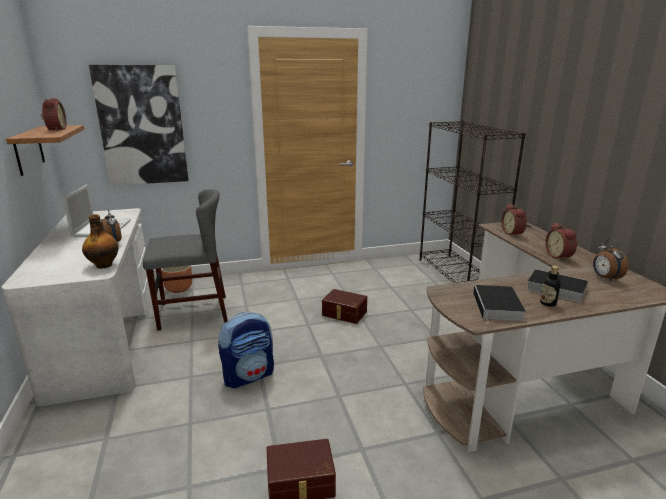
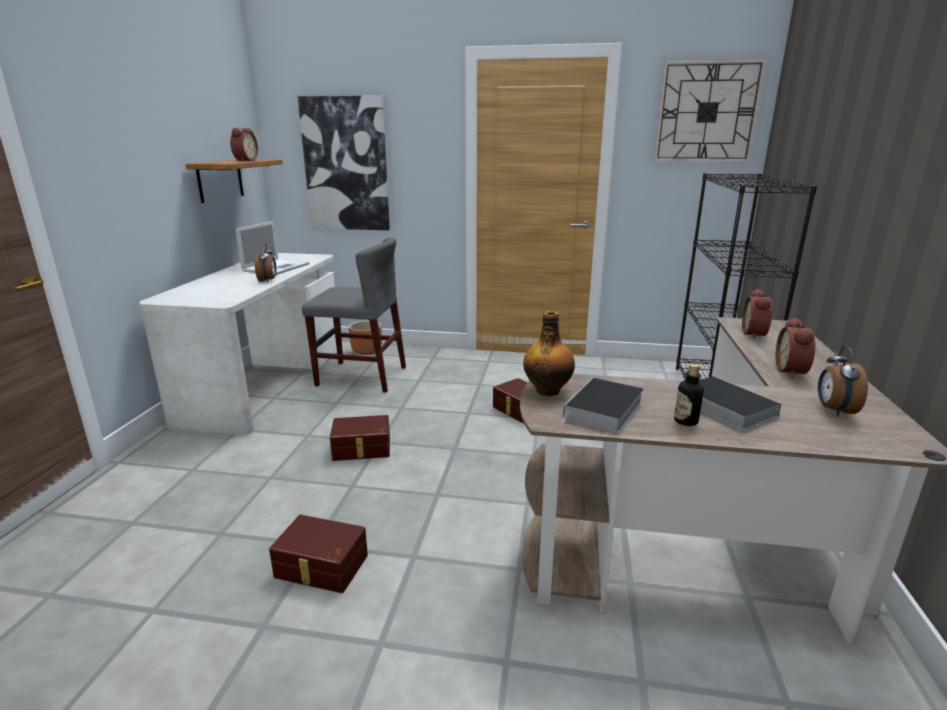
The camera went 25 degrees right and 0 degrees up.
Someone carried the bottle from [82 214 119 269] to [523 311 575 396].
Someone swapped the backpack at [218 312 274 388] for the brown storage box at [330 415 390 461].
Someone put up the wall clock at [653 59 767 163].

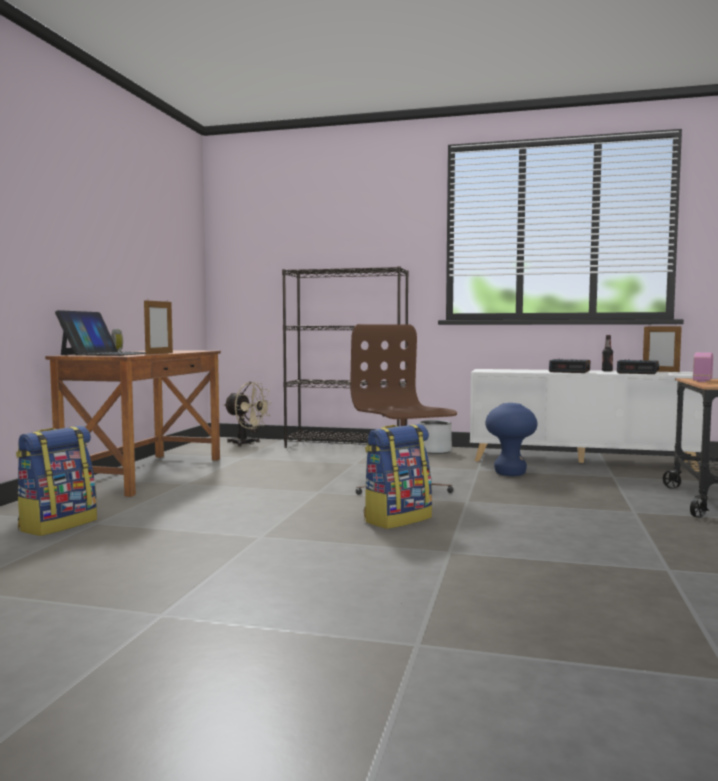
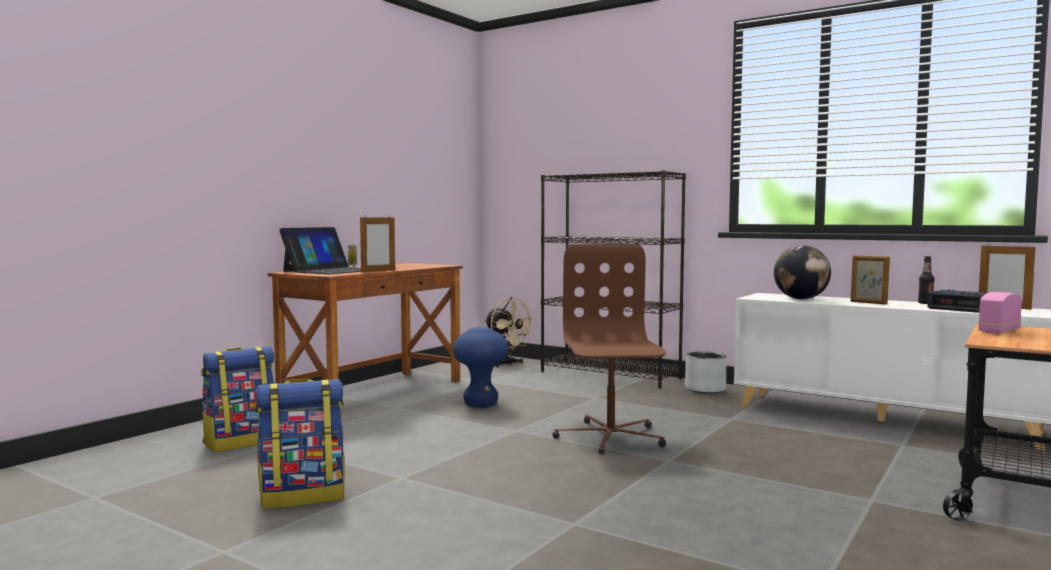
The camera went 20 degrees right and 0 degrees up.
Someone swapped the alarm clock at [549 359 590 373] for the picture frame at [850 255 890 304].
Someone carried the blue stool from [485 403 538 476] to [453 327 509 408].
Someone carried the backpack from [364 424 432 529] to [255 379 345 509].
Someone put down the globe at [774 245 831 299].

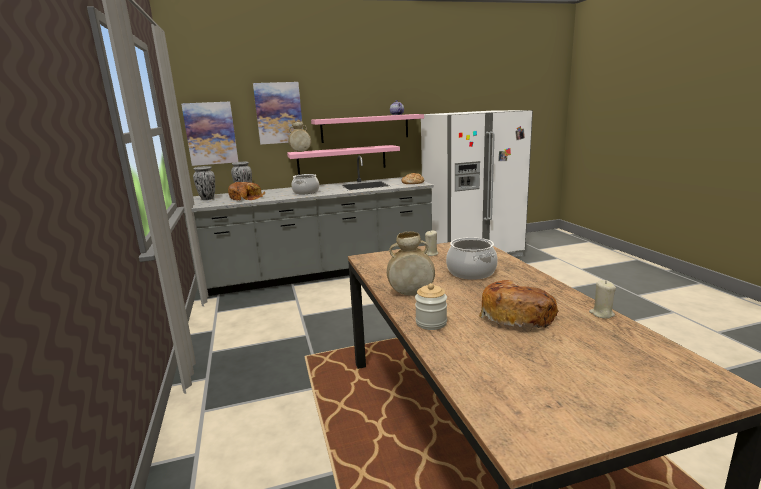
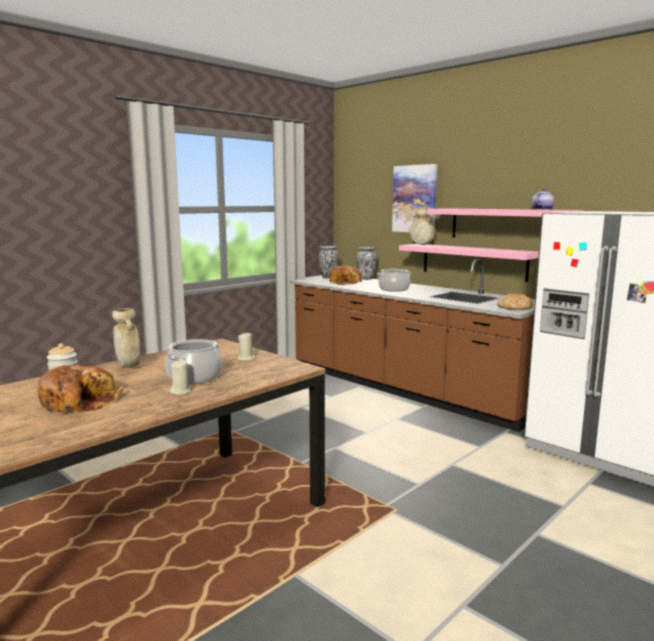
The camera went 60 degrees right and 5 degrees down.
Someone took away the picture at [181 101 238 166].
Someone repainted the grey counter at [184 156 434 296], which became the brown counter at [289 259 535 432].
Someone carried the beige candle from [589 280 616 318] to [170 360 191 395].

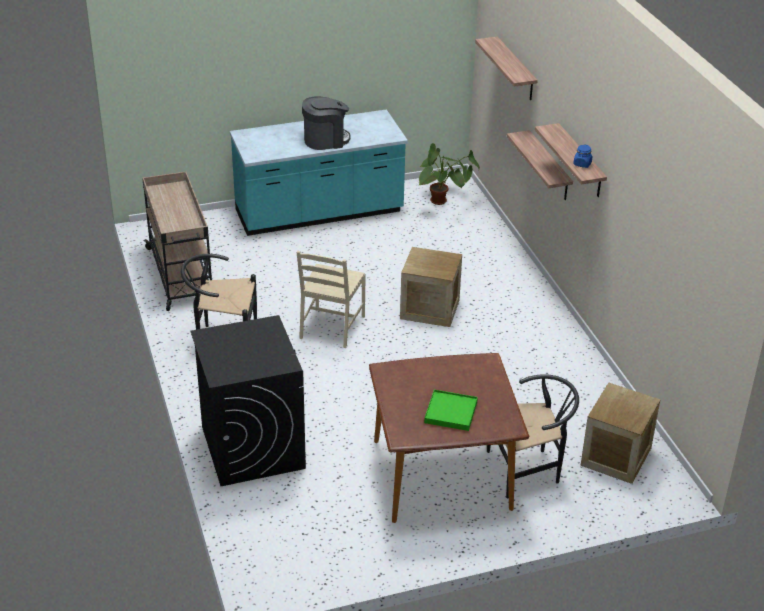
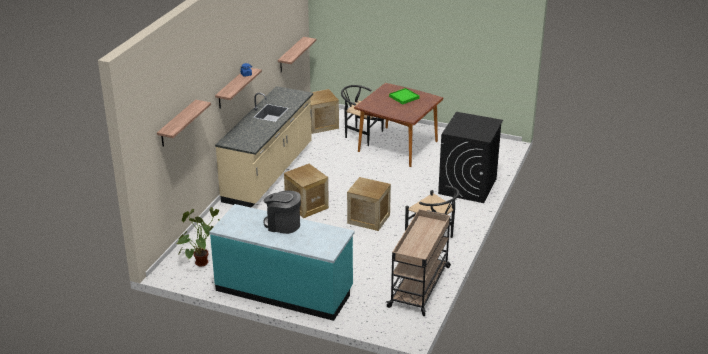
The camera went 140 degrees left and 5 degrees down.
Someone carried the shelf from [507 130 573 200] to [278 37 316 72].
Someone swapped the beige chair at [296 251 366 348] for the crate at [347 177 391 231].
Someone put down the beige counter at [215 86 313 208].

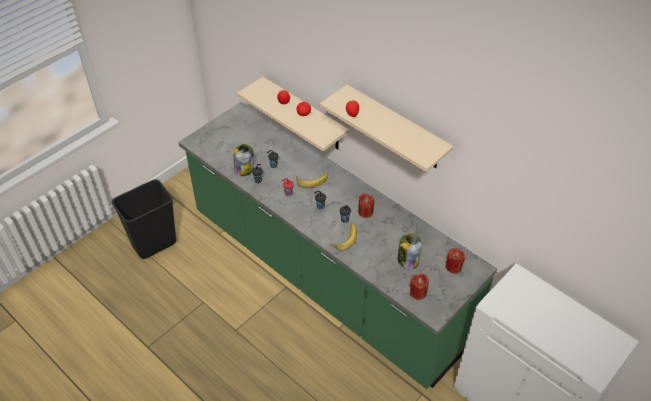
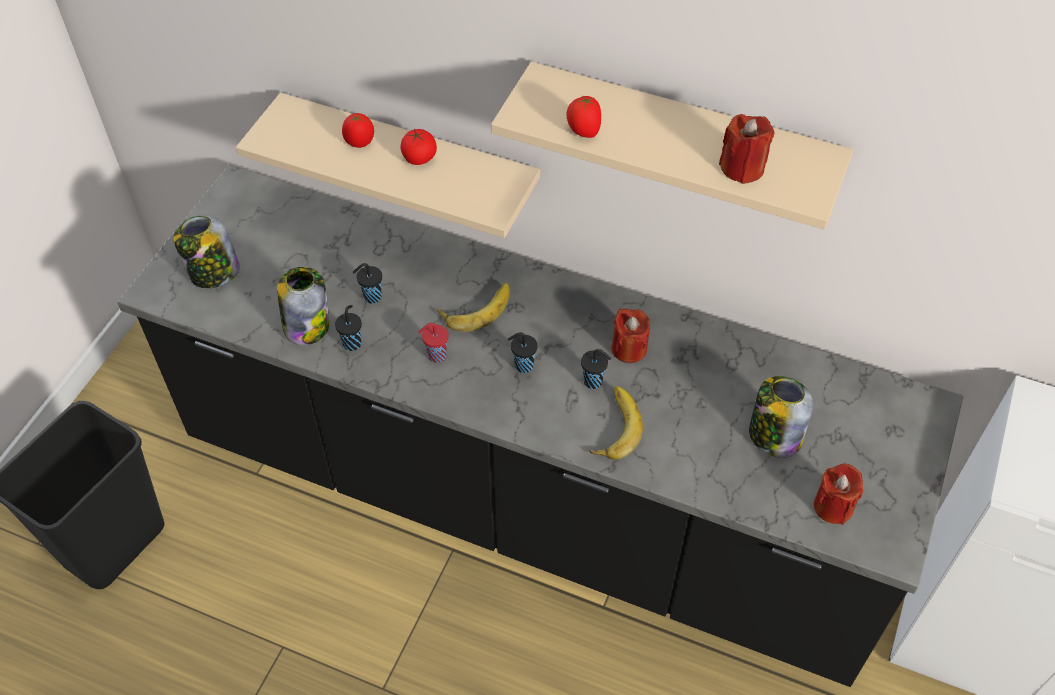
The camera went 20 degrees left and 5 degrees up.
Someone repainted the green counter at [178 102 497 389], which became the black counter at [117 165 963 687].
Someone carried the red candle from [446 248 465 273] to [719 114 775 184].
Someone put down the jar at [173 216 240 288].

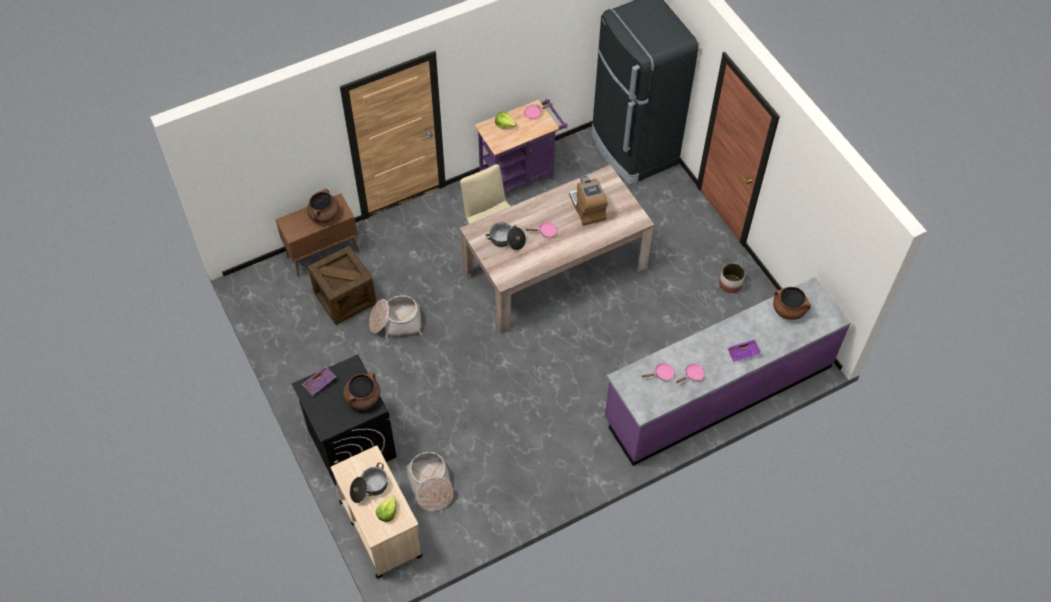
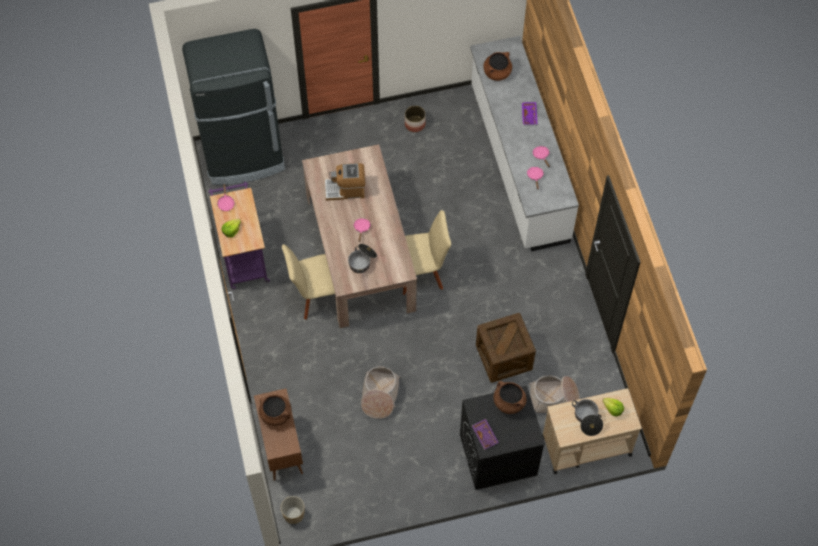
The camera went 75 degrees left and 5 degrees up.
Someone carried the crate from [308 246 377 325] to [476 313 536 383].
Someone repainted the purple counter at [605 277 851 466], which became the white counter at [470 36 579 251].
Someone put down the beige chair at [403 210 451 295].
Someone put down the planter at [281 496 305 524].

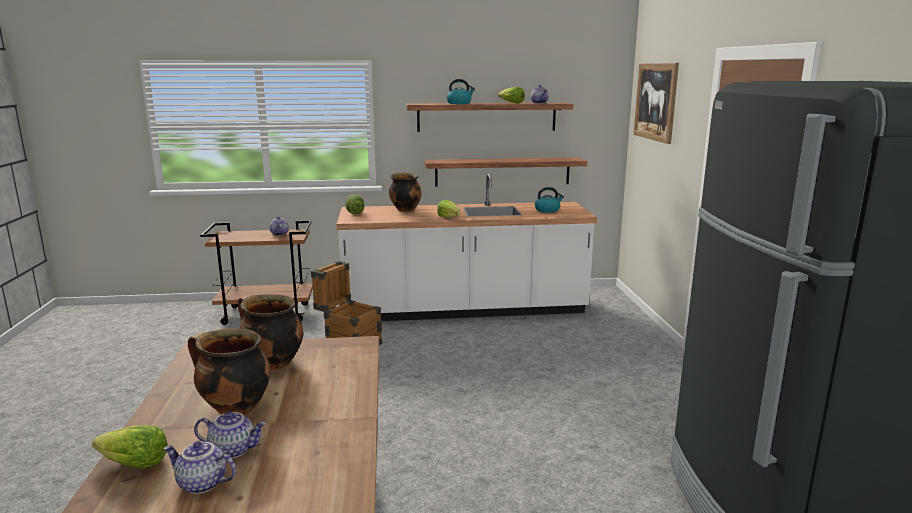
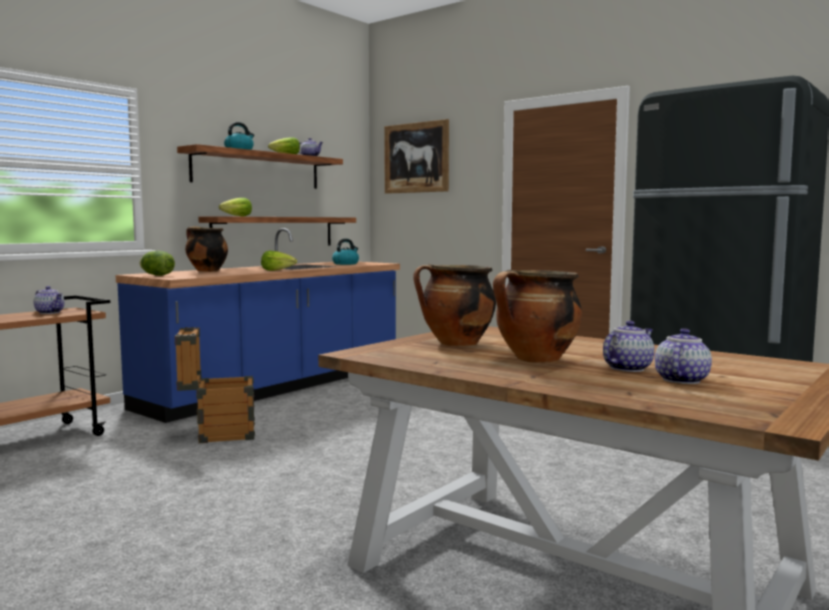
The camera went 45 degrees left and 10 degrees down.
Someone repainted the white counter at [337 174 597 321], which became the blue counter at [116 228 400 423].
Someone carried the lettuce from [92 425 168 469] to [219 198 252 216].
Someone rotated the teapot at [163 441 236 494] by 150 degrees clockwise.

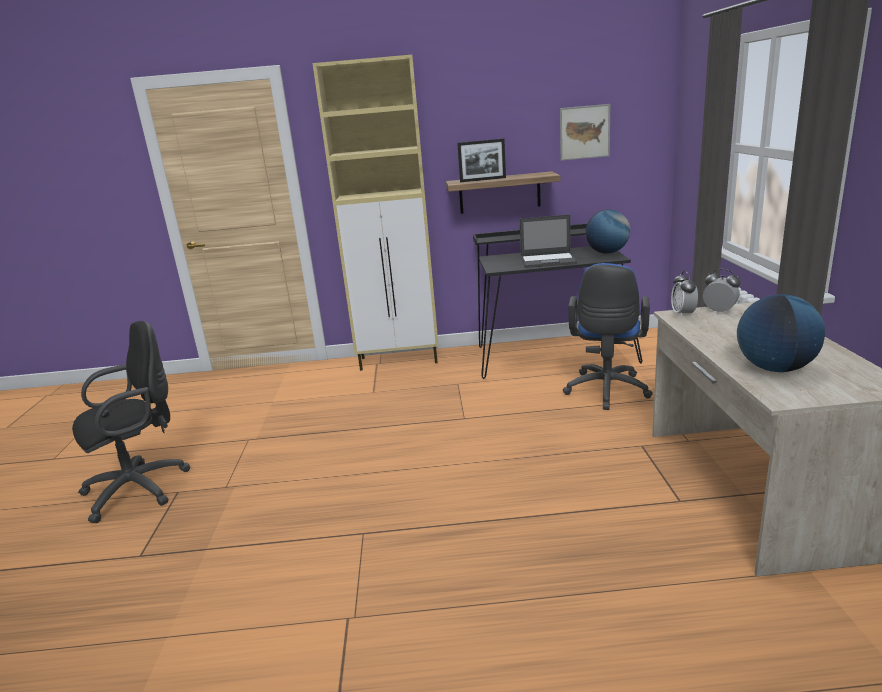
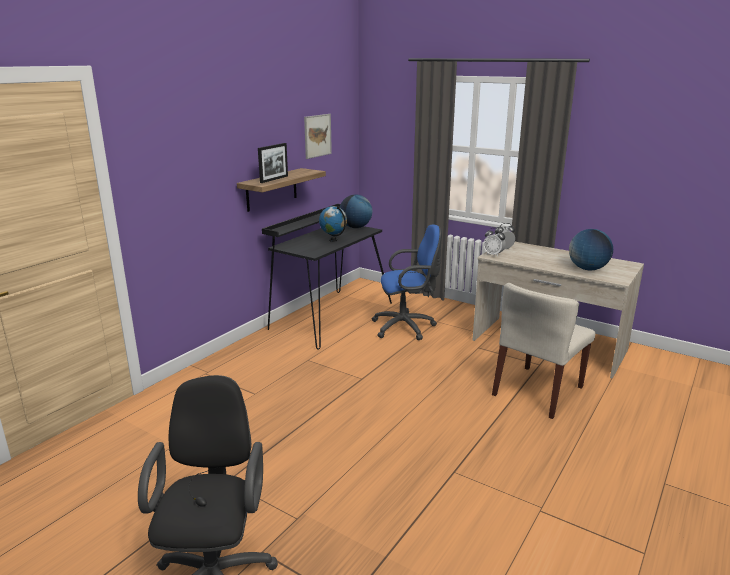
The camera went 55 degrees left and 0 degrees up.
Someone took away the beige cabinet at [312 55 439 371].
Someone swapped the laptop at [520 215 578 268] for the globe at [319 206 347 242].
Someone rotated the blue office chair at [563 263 653 410] by 60 degrees counterclockwise.
Someone put down the beige chair at [492 283 595 419].

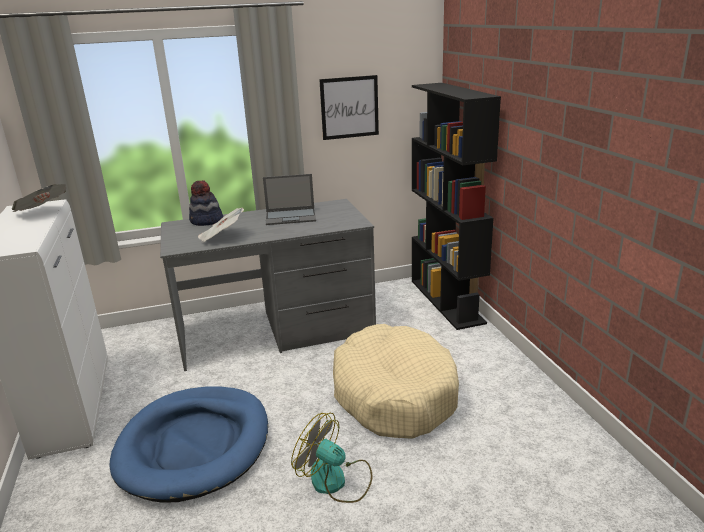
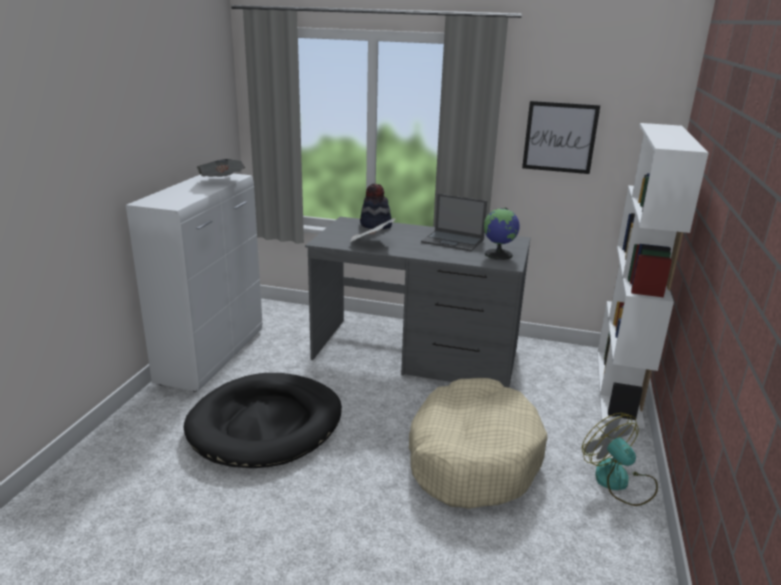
The camera went 30 degrees right and 0 degrees up.
Someone repainted the black bookcase at [412 83 501 330], which became the white bookcase at [597 123 709 429].
Someone repainted the blue dog bed at [110 386 268 503], which became the black dog bed at [184 373 342 468].
Someone carried the fan from [291 413 372 503] to [582 413 658 506].
Someone put down the globe at [484 207 520 260].

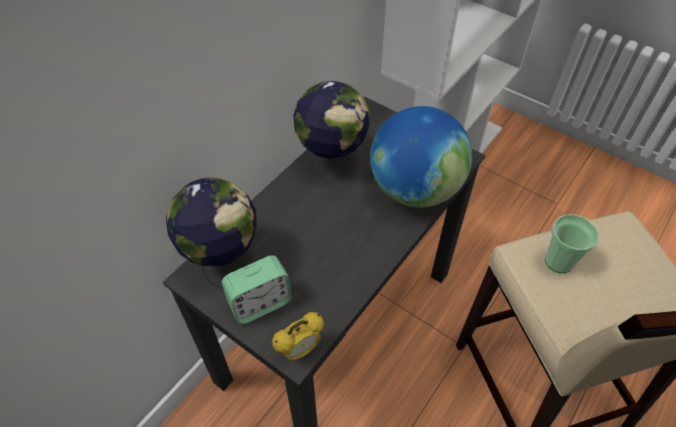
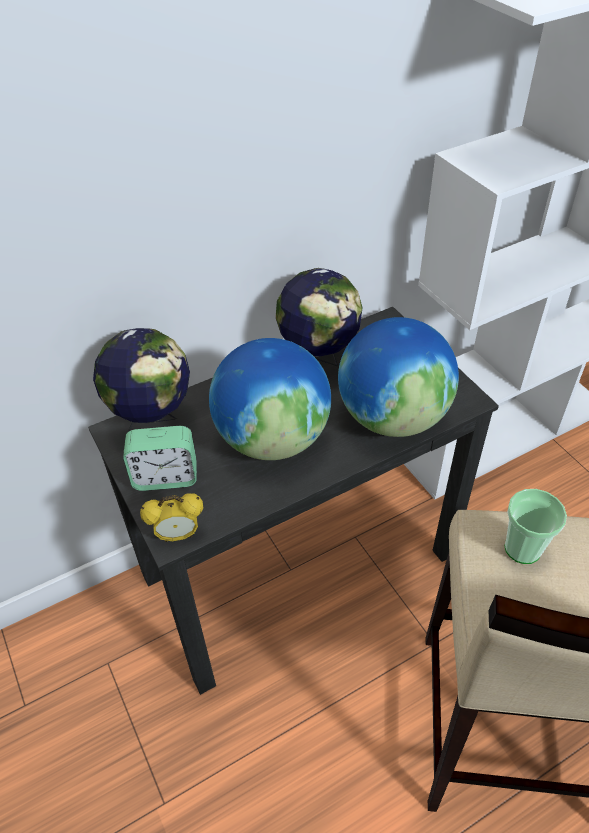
The camera went 25 degrees right and 5 degrees down.
Someone put down the globe at [209 338 331 460].

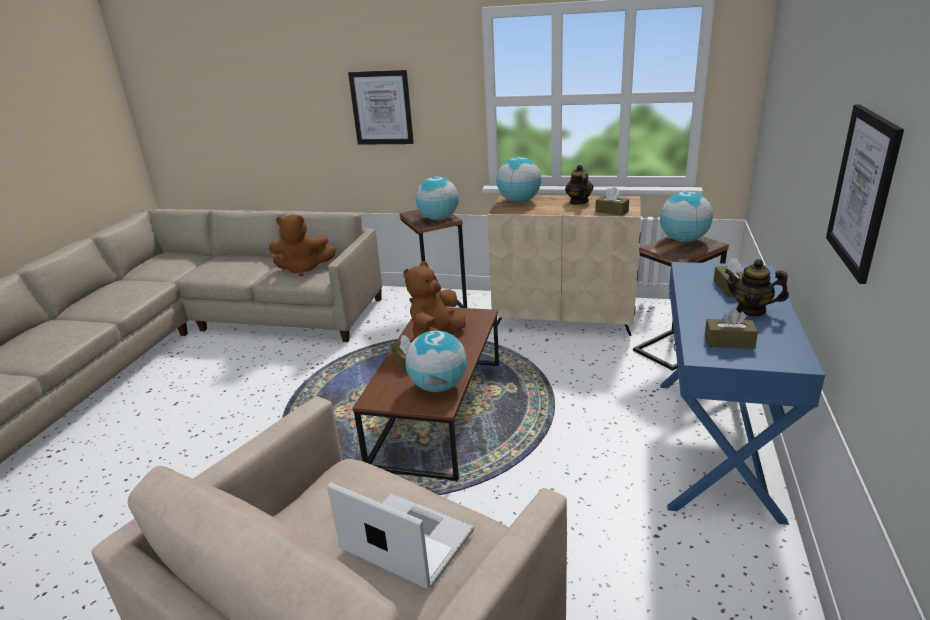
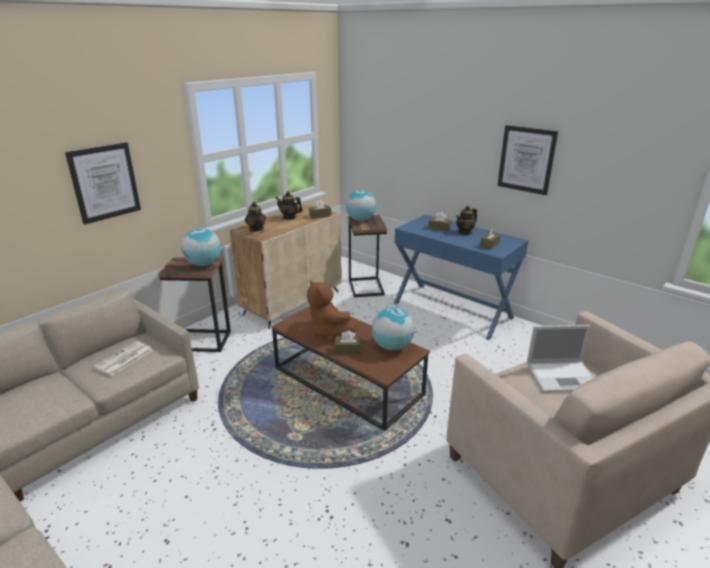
The camera went 65 degrees left and 0 degrees up.
Someone swapped the globe at [496 157 541 203] for the teapot at [245 202 266 232].
Someone swapped the brown plush toy at [269 214 336 277] for the newspaper at [94 341 153 376].
Someone rotated the laptop at [327 482 474 589] by 150 degrees counterclockwise.

